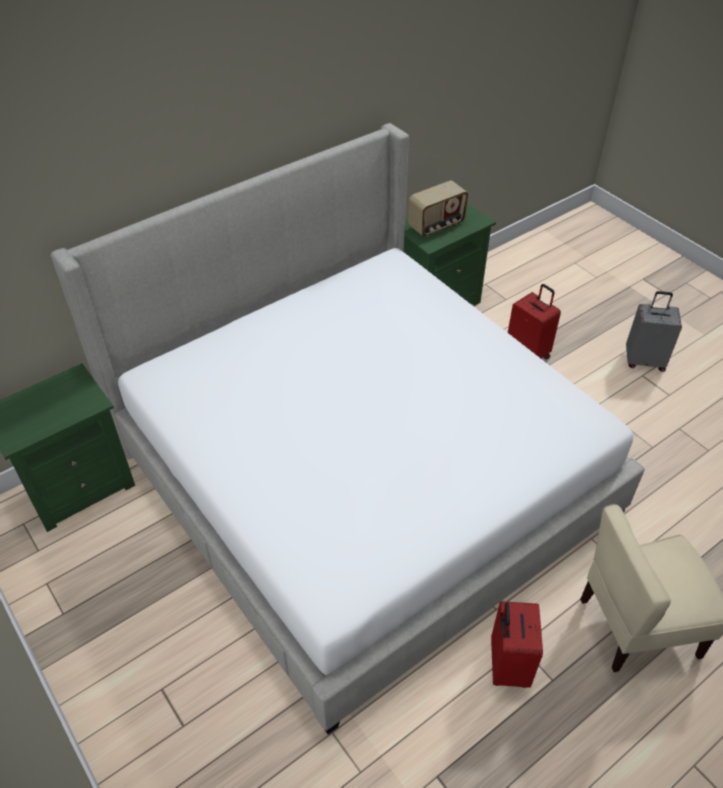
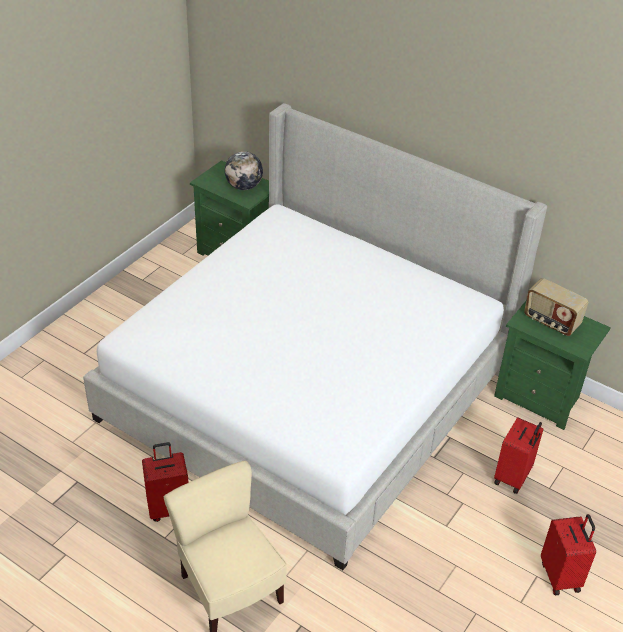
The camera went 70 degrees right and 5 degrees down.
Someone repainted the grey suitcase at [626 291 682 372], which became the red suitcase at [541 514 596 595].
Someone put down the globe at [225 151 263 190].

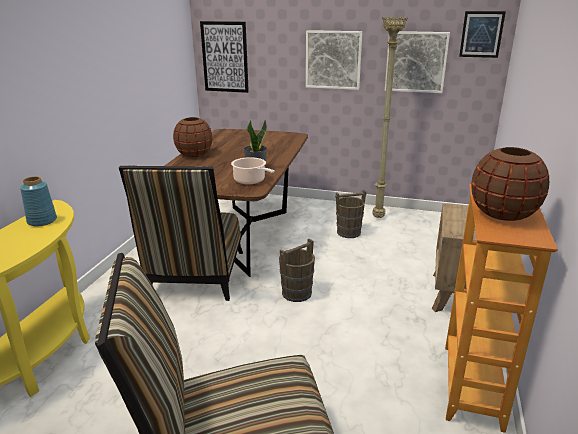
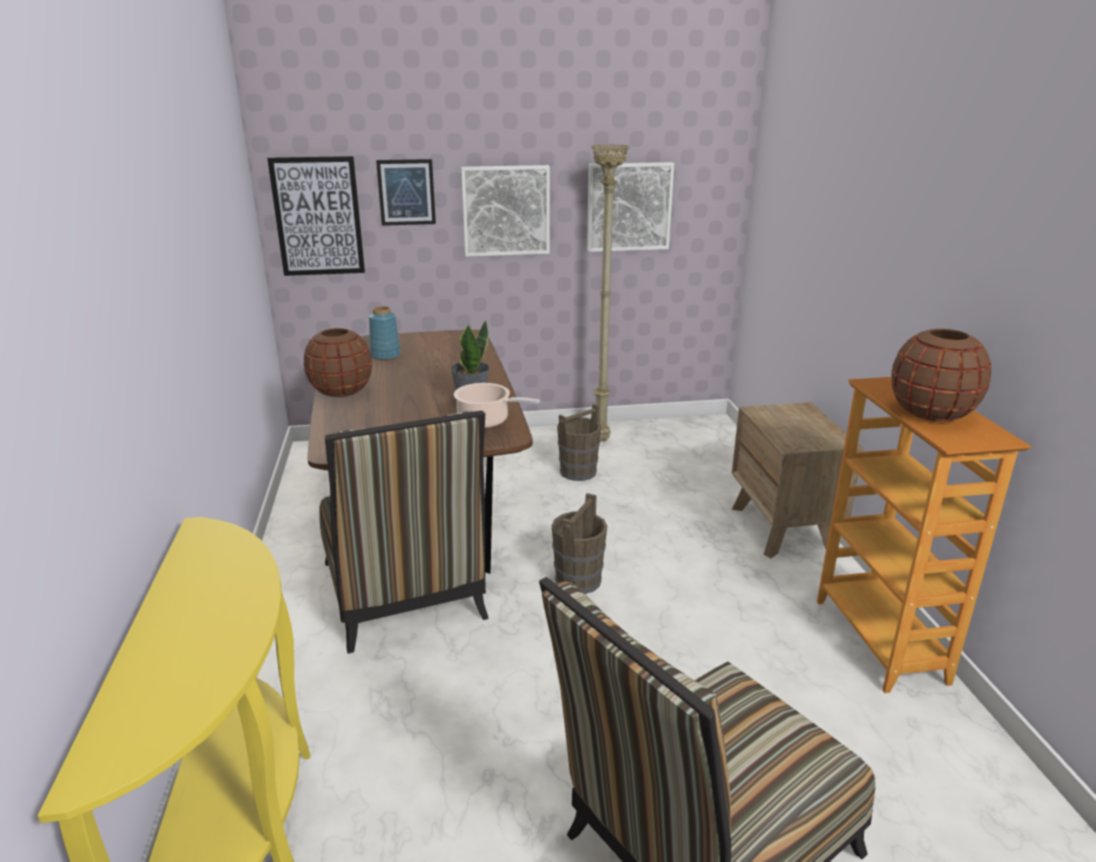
The camera went 25 degrees left and 0 degrees up.
Someone carried the picture from [459 11 506 58] to [376 159 436 226].
Someone carried the blue vase from [20 176 57 226] to [369 306 401 360].

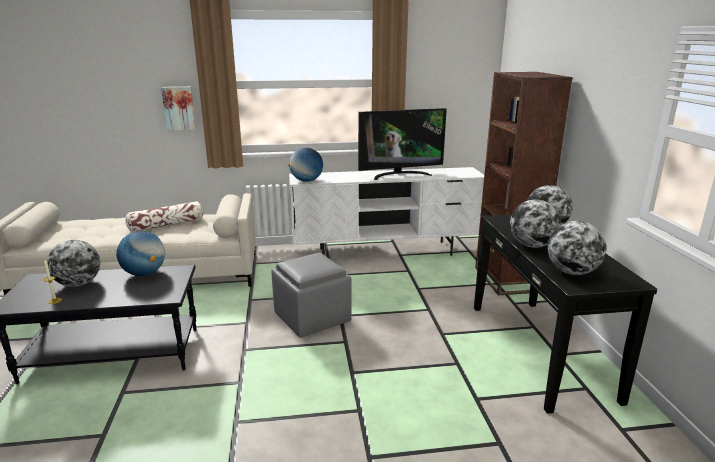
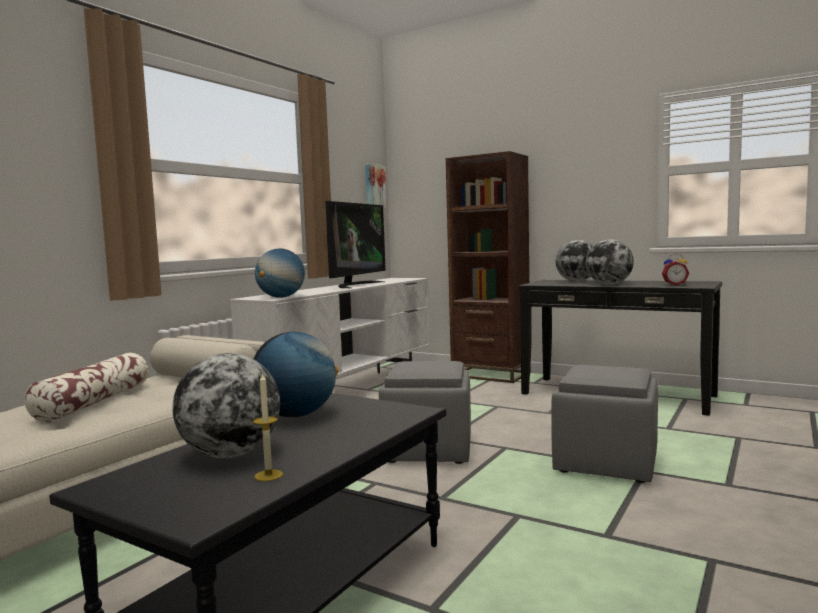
The camera went 50 degrees left and 15 degrees down.
Someone carried the picture from [161 87 196 131] to [365 163 387 209].
Someone swapped the globe at [547 221 606 275] for the alarm clock at [662 253 689 285].
Someone put down the grey ottoman at [551 365 658 483].

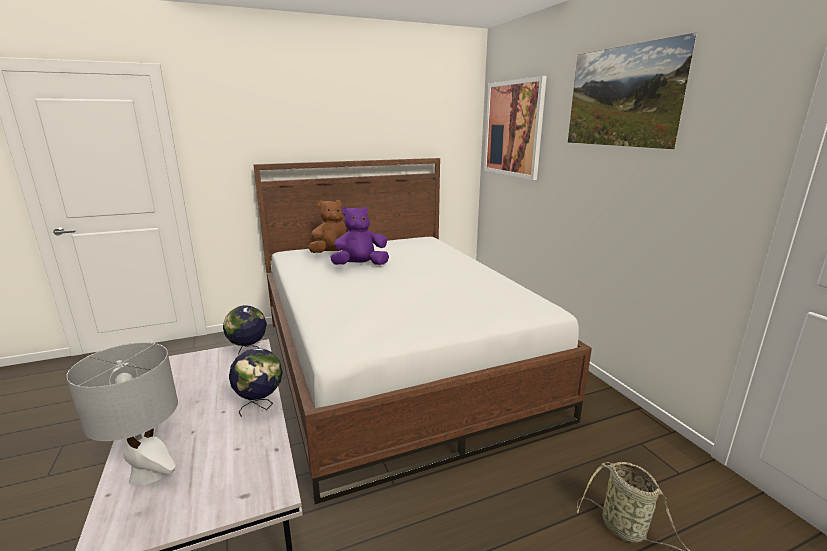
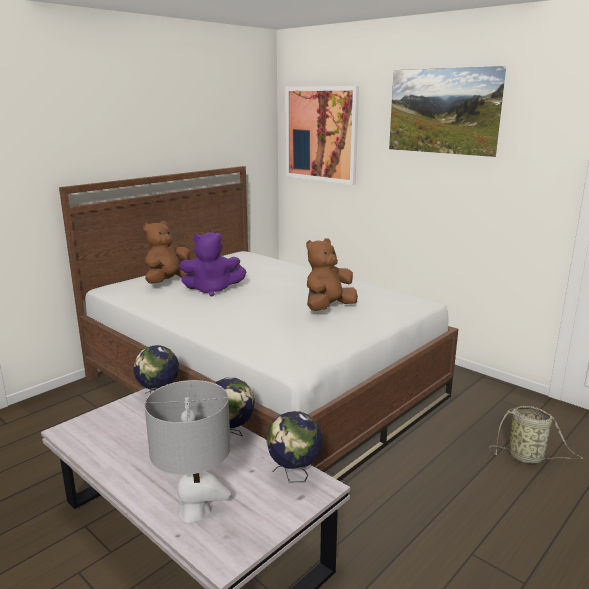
The camera went 25 degrees left and 0 degrees up.
Someone rotated the purple plush toy at [330 207 389 265] by 135 degrees counterclockwise.
Someone put down the brown plush toy at [306 238 358 311].
Someone put down the globe at [266 411 323 482].

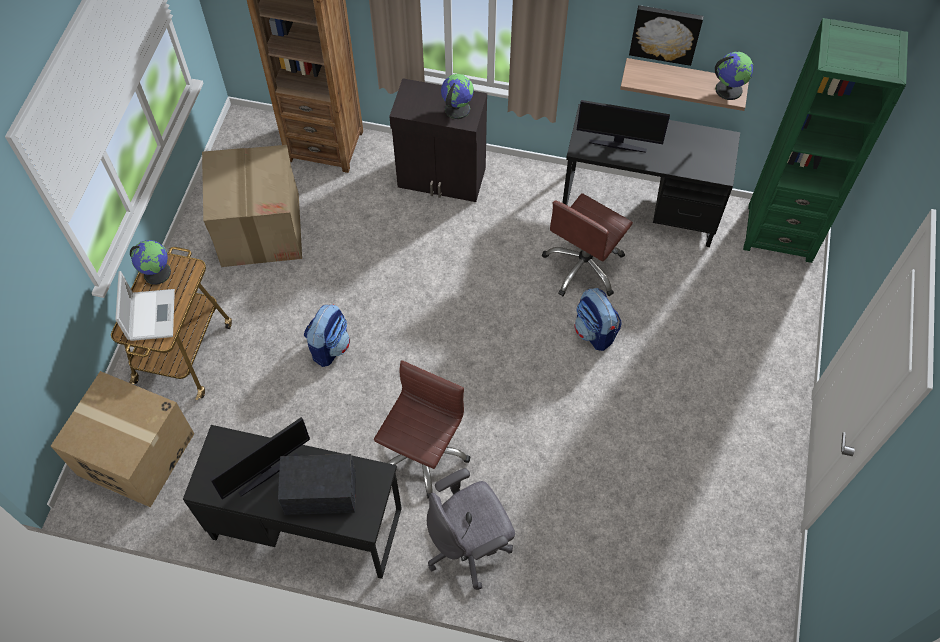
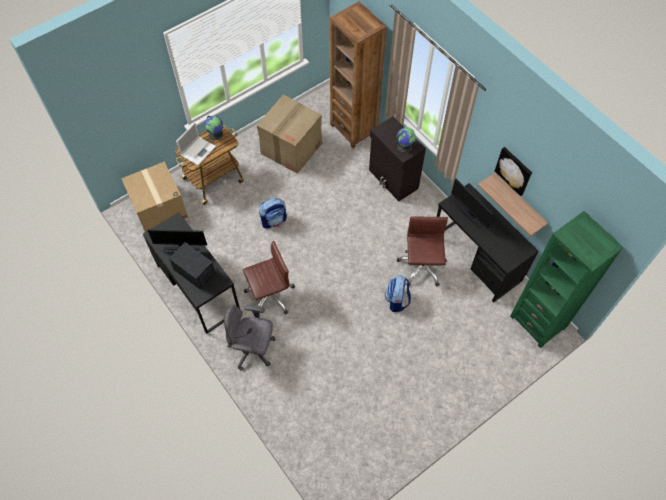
The camera went 40 degrees right and 0 degrees up.
Someone took away the globe at [715 52 753 100].
Someone rotated the brown office chair at [542 193 633 296] by 105 degrees clockwise.

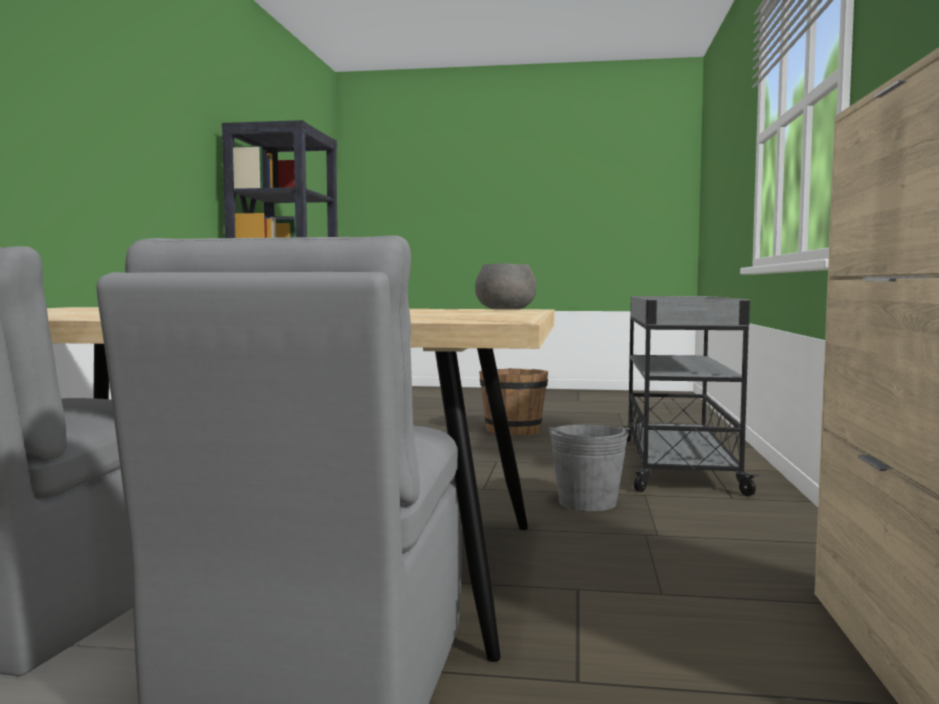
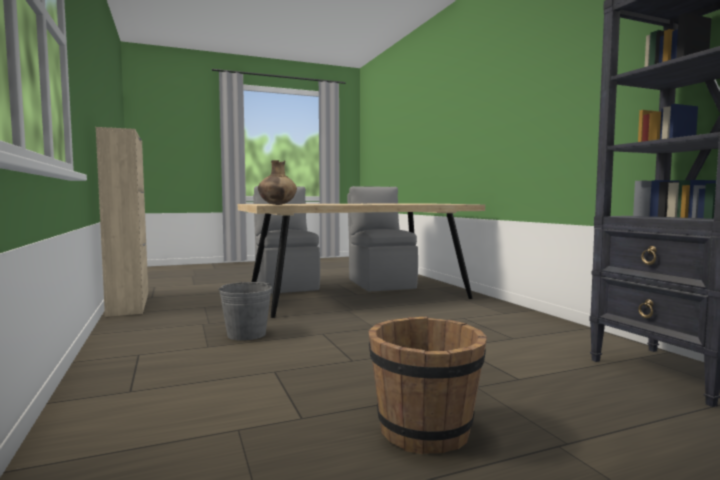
The camera went 150 degrees right and 0 degrees up.
Someone swapped the grey bowl at [475 263 536 309] for the brown vase at [258 160 297 205].
Someone took away the grey cart at [623 296 760 496].

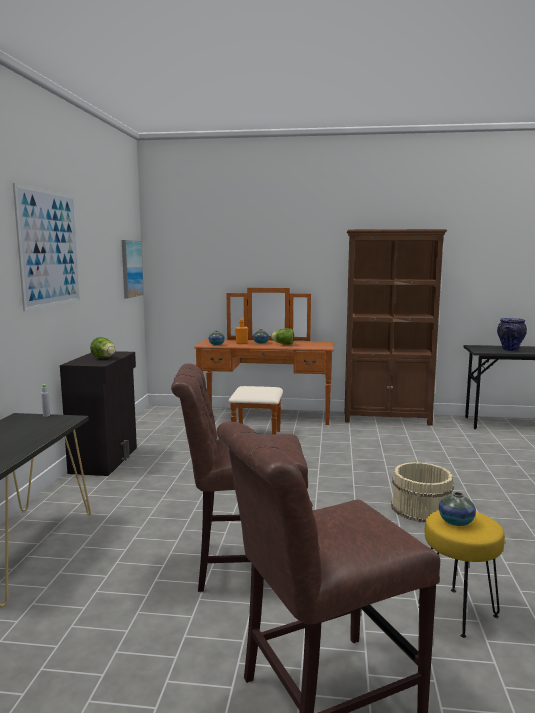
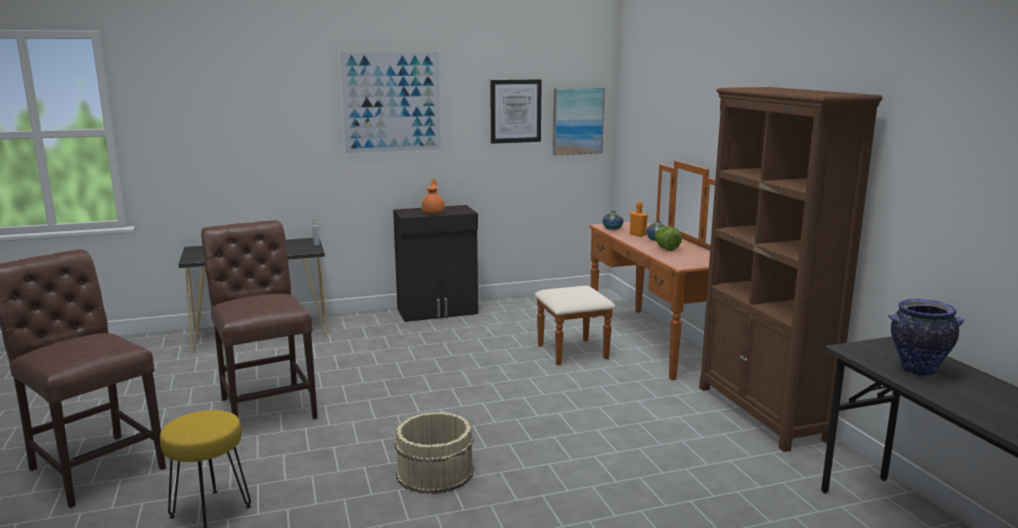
The camera went 65 degrees right and 5 degrees up.
Someone swapped the lettuce at [90 337 115 358] for the orange teapot at [422 179 445 214].
Someone took away the vase at [439 492 476 526].
Someone put up the picture at [490 79 542 144].

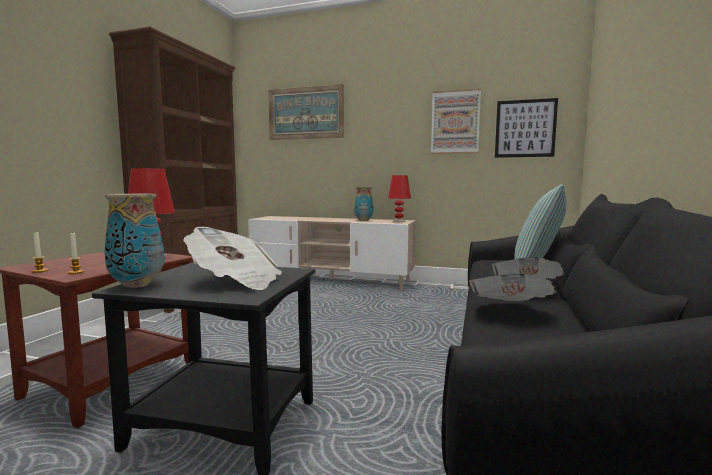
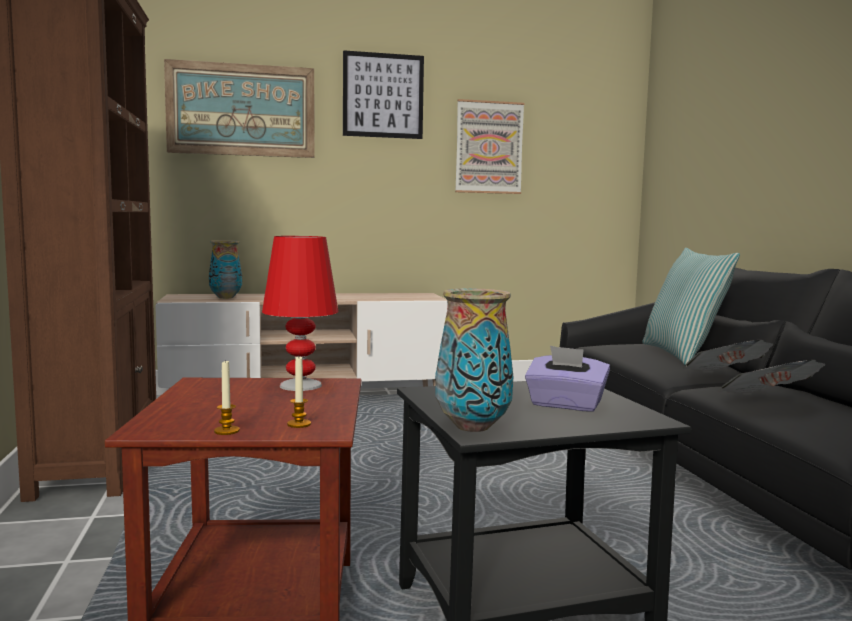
The camera went 30 degrees left and 0 degrees up.
Someone carried the picture from [495 98 558 158] to [343 50 424 139].
Someone took away the red table lamp at [388 175 411 222].
Someone carried the vase from [354 187 373 221] to [209 240 242 299].
Someone swapped the newspaper at [183 227 282 290] for the purple tissue box at [525 346 610 412].

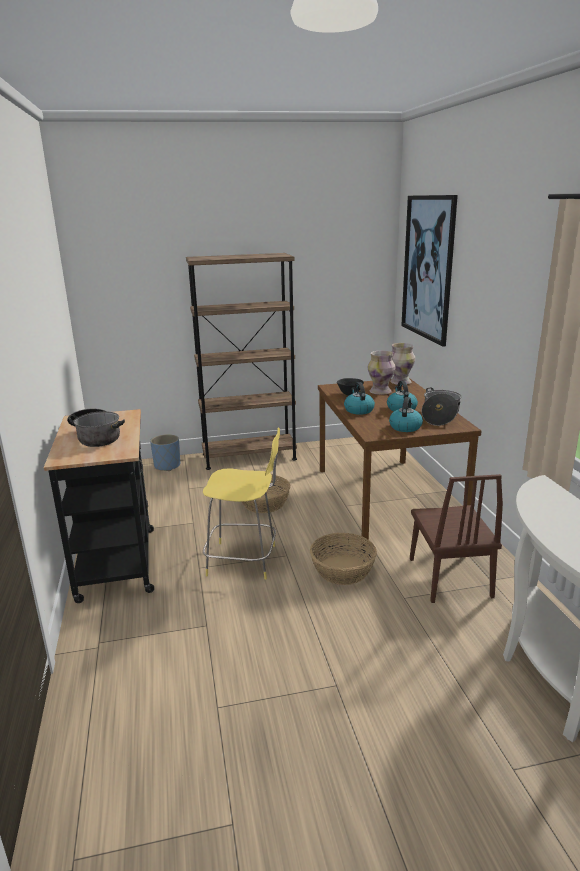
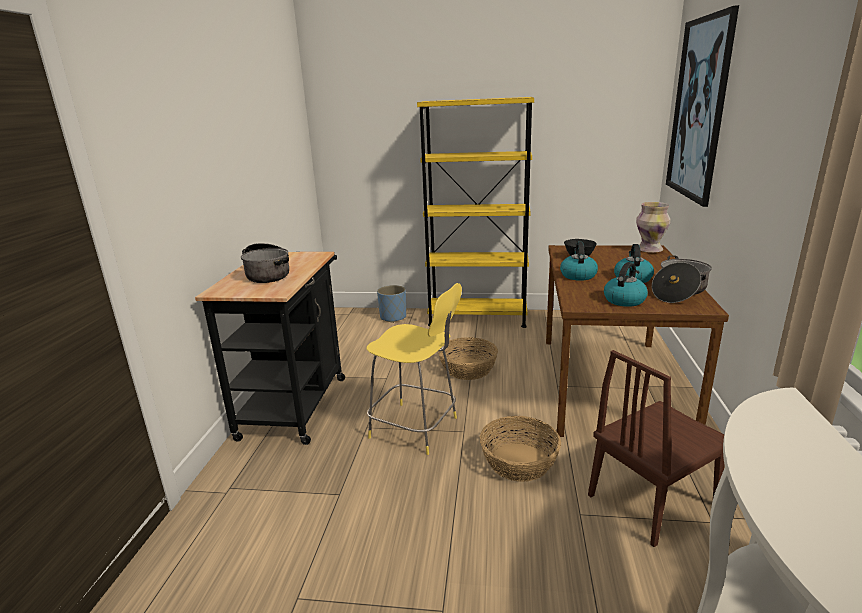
The camera went 20 degrees right and 0 degrees up.
Someone repainted the brown bookcase at [186 253 297 470], which became the yellow bookcase at [417 97 534 328].
Someone took away the vase at [368 351 395 395].
Someone rotated the brown chair at [410 474 503 603] by 45 degrees clockwise.

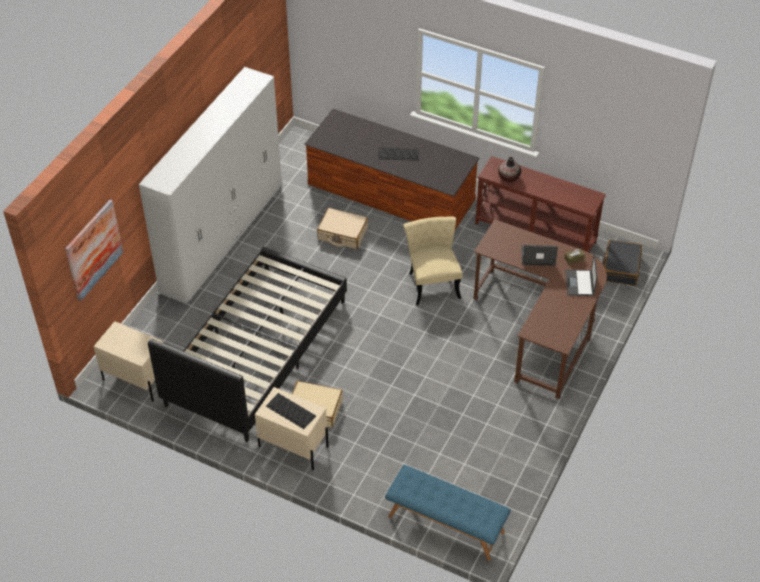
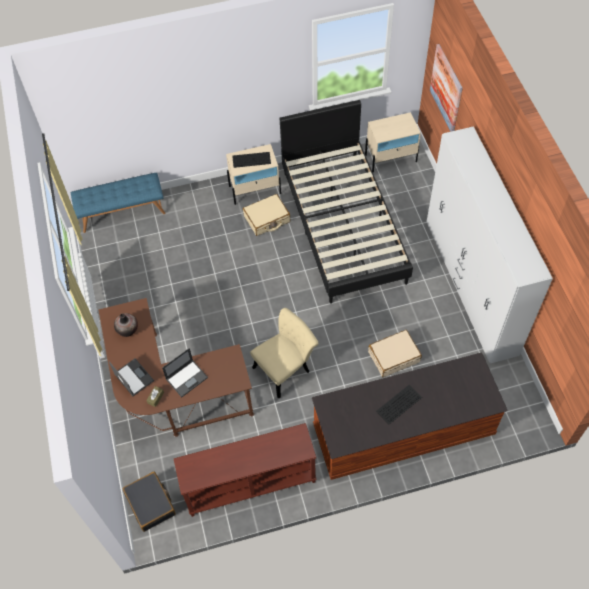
The camera went 140 degrees right and 10 degrees up.
Someone carried the vase from [498 157 521 183] to [114 313 138 337].
Someone rotated the beige chair at [403 217 463 305] by 75 degrees counterclockwise.

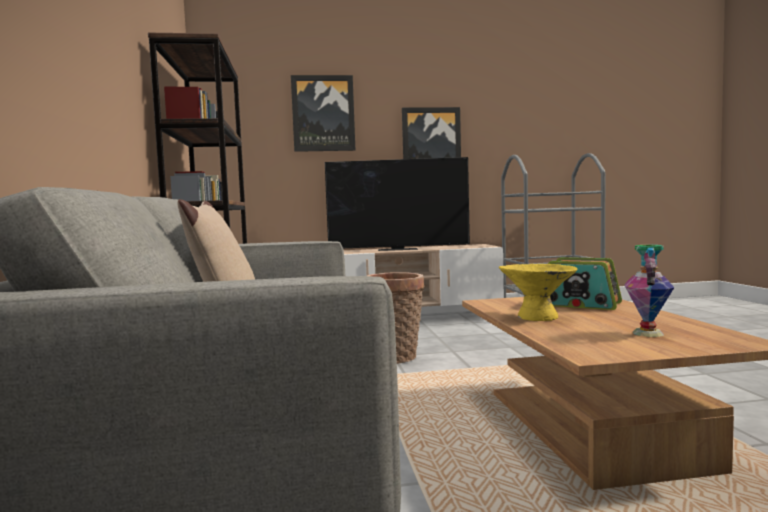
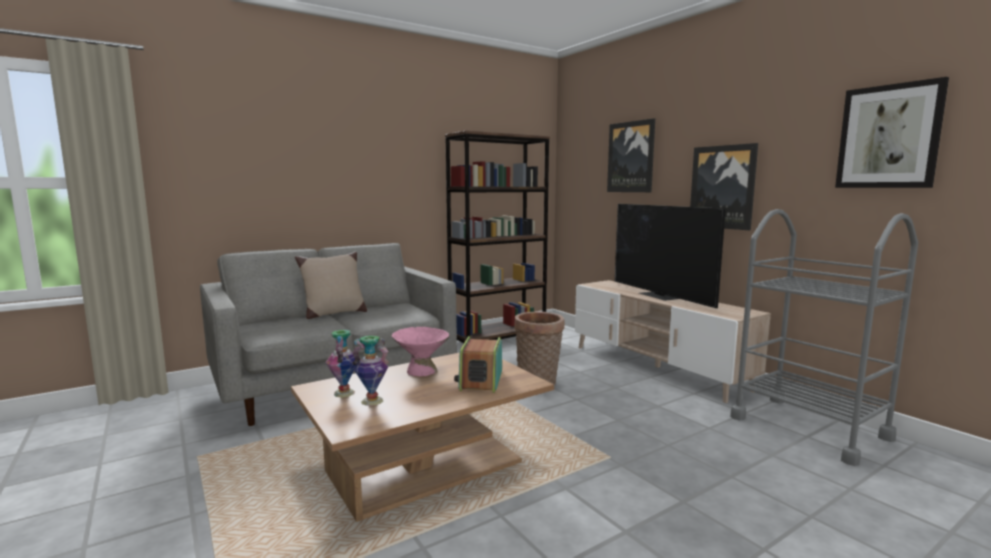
The camera went 65 degrees right and 5 degrees up.
Someone repainted the yellow bowl at [499 264 578 321], which became the pink bowl at [392 327 449 376].
Someone put up the picture at [835 77 949 188].
Someone put down the vase at [326 330 355 398].

